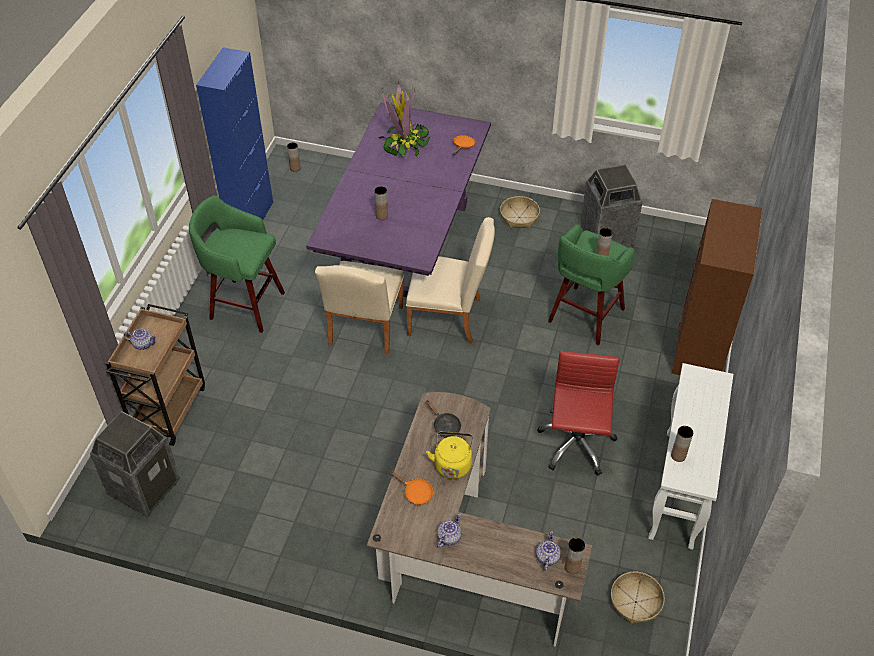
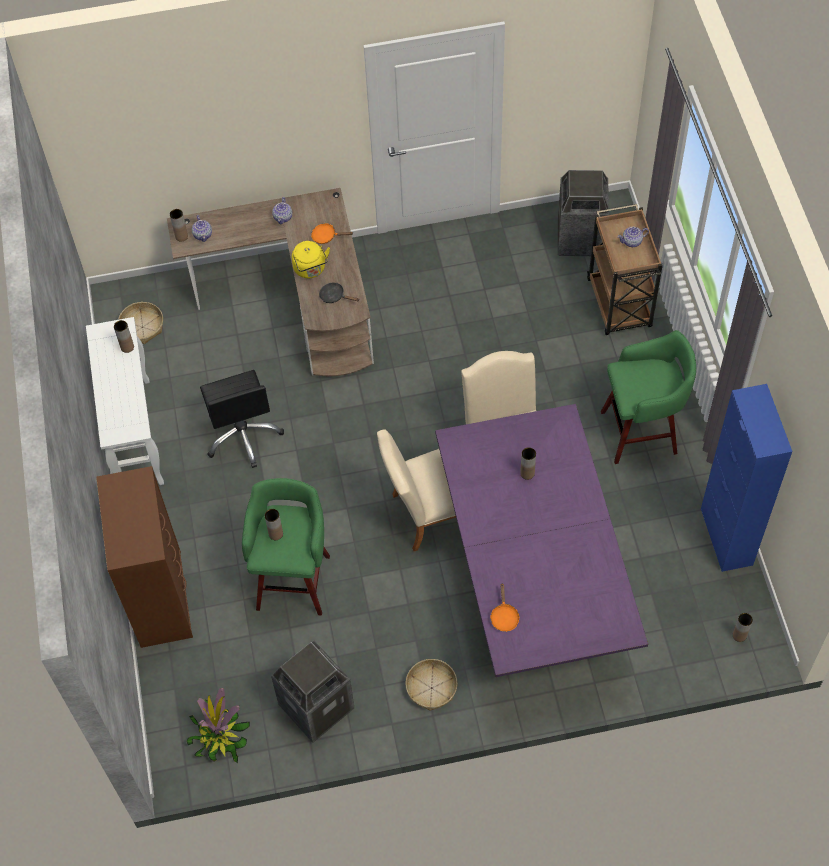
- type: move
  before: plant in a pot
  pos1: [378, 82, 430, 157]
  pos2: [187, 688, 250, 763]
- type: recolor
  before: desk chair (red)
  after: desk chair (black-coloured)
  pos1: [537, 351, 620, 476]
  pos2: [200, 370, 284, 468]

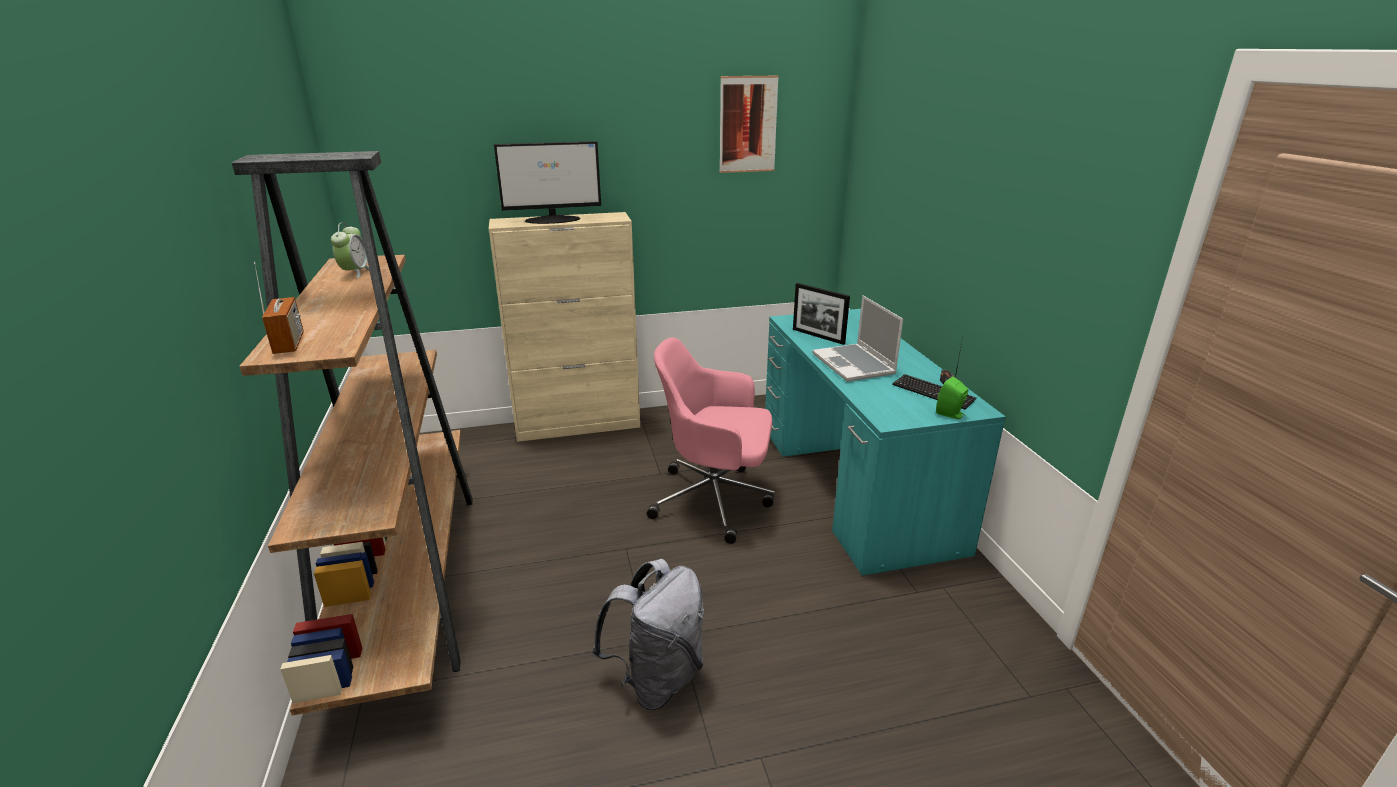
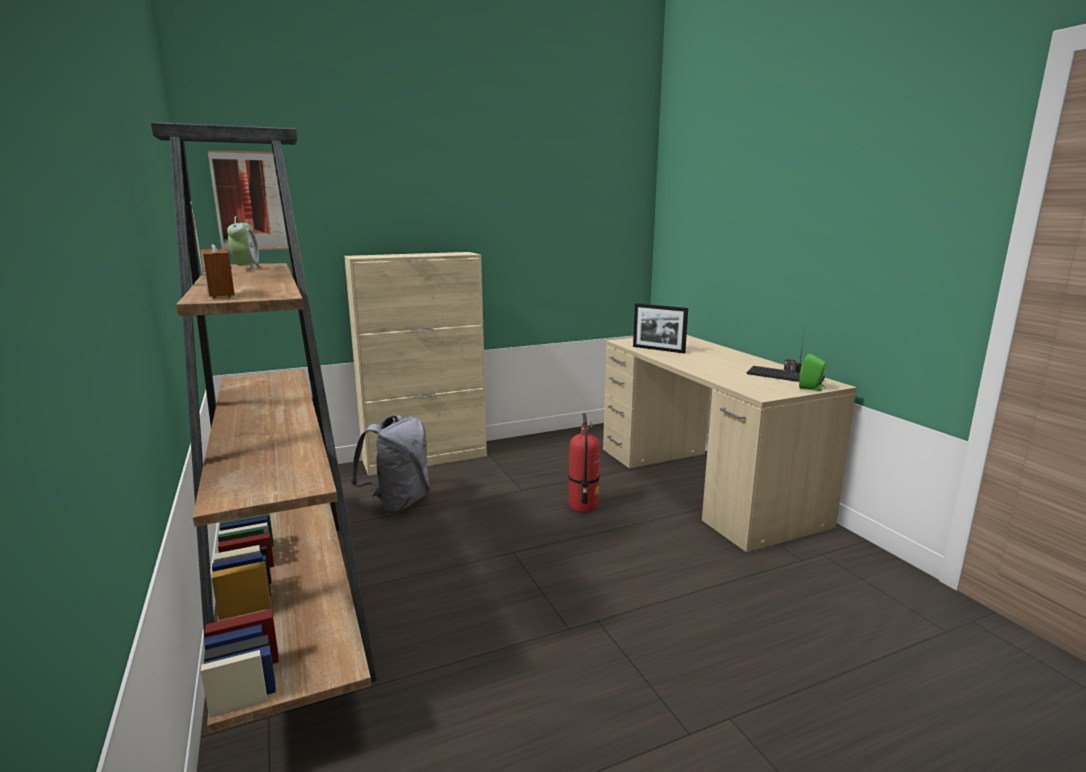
- type: delete
  before: computer display
  pos1: [494, 141, 601, 224]
- type: delete
  before: portable computer
  pos1: [812, 295, 903, 382]
- type: move
  before: rucksack (grey)
  pos1: [592, 559, 704, 710]
  pos2: [351, 415, 430, 514]
- type: move
  before: picture
  pos1: [719, 76, 779, 173]
  pos2: [207, 150, 288, 251]
- type: replace
  before: desk chair (pinkish)
  after: fire-fighting cylinder
  pos1: [647, 337, 775, 544]
  pos2: [568, 413, 600, 513]
- type: recolor
  before: desk table (turquoise)
  after: desk table (beige-coloured)
  pos1: [765, 309, 1006, 576]
  pos2: [603, 335, 857, 552]

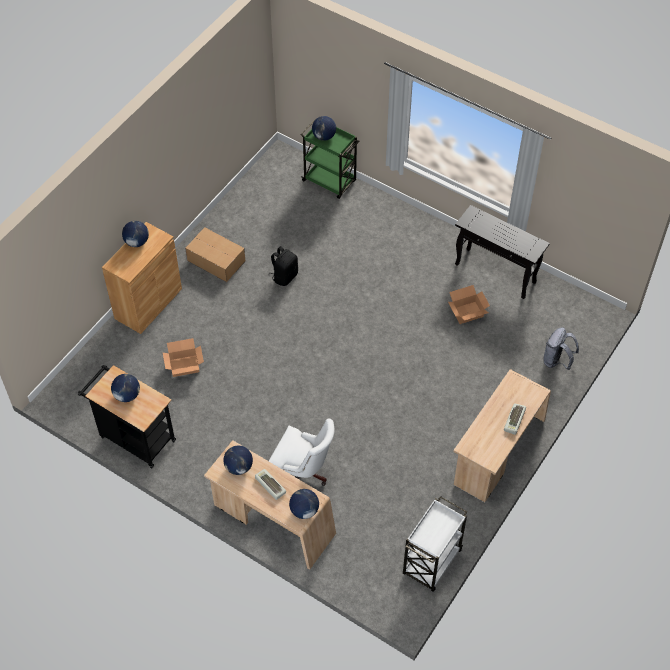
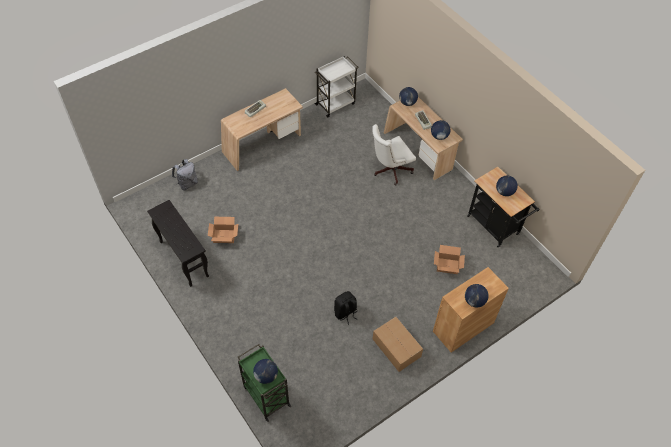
- type: rotate
  before: desk chair (whitish)
  pos1: [269, 418, 334, 486]
  pos2: [372, 124, 416, 185]
  turn: -75

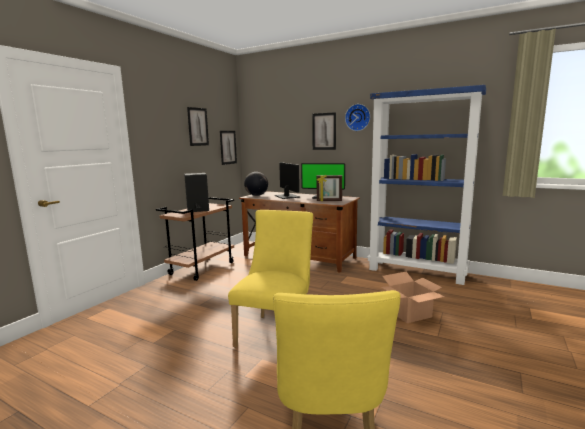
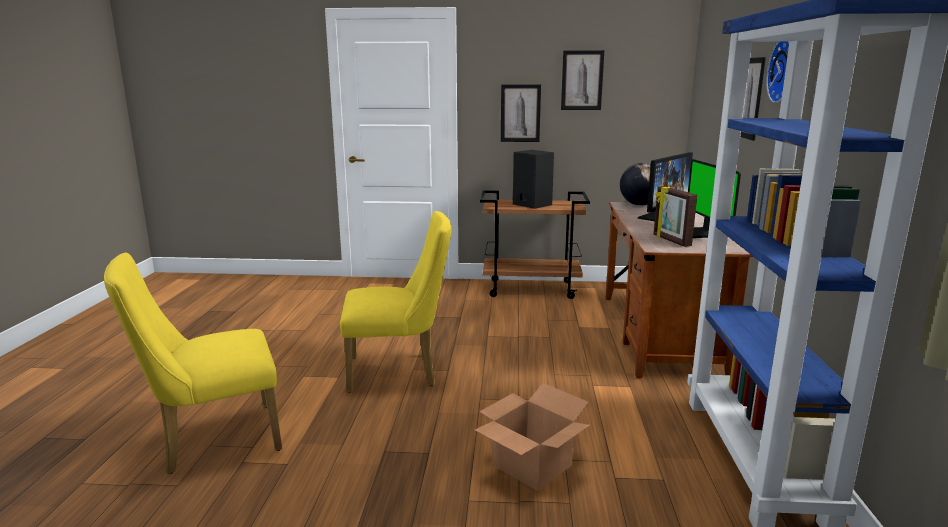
- type: move
  before: picture
  pos1: [220, 131, 237, 165]
  pos2: [501, 84, 541, 142]

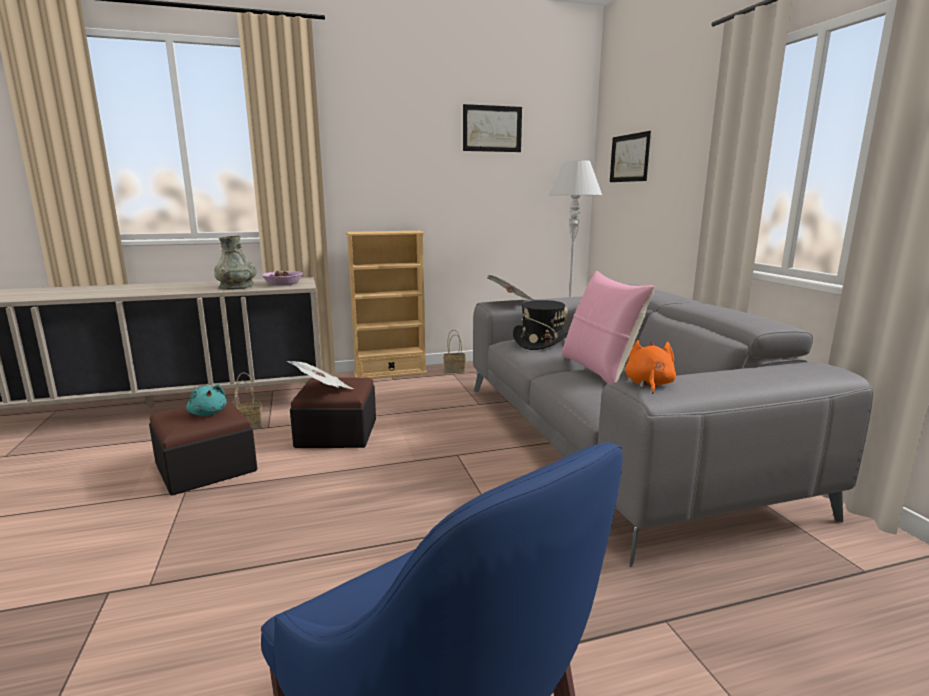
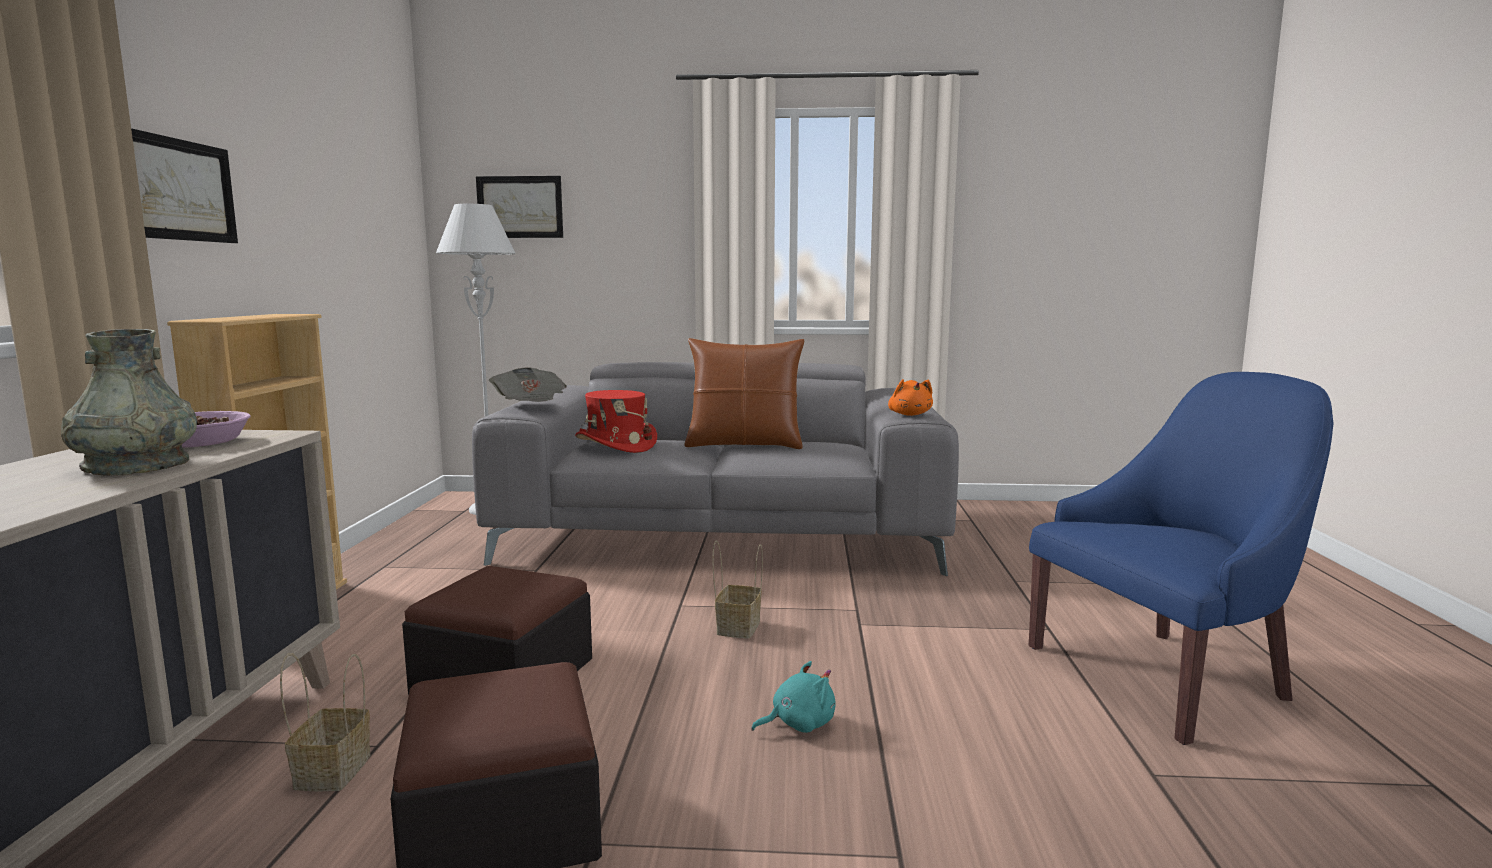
- type: delete
  before: newspaper
  pos1: [287, 361, 354, 389]
- type: move
  before: plush toy (turquoise)
  pos1: [187, 385, 226, 416]
  pos2: [751, 661, 836, 733]
- type: move
  before: household basket
  pos1: [443, 330, 466, 373]
  pos2: [712, 541, 763, 639]
- type: move
  before: picture
  pos1: [463, 104, 522, 152]
  pos2: [131, 128, 238, 243]
- type: recolor
  before: wearable hat (black-coloured)
  after: wearable hat (red)
  pos1: [513, 300, 568, 350]
  pos2: [575, 390, 657, 453]
- type: recolor
  before: cushion (pinkish)
  after: cushion (brownish)
  pos1: [562, 271, 654, 384]
  pos2: [684, 338, 804, 449]
- type: rotate
  before: plush toy (orangey)
  pos1: [625, 340, 676, 394]
  pos2: [888, 379, 933, 416]
  turn: -135

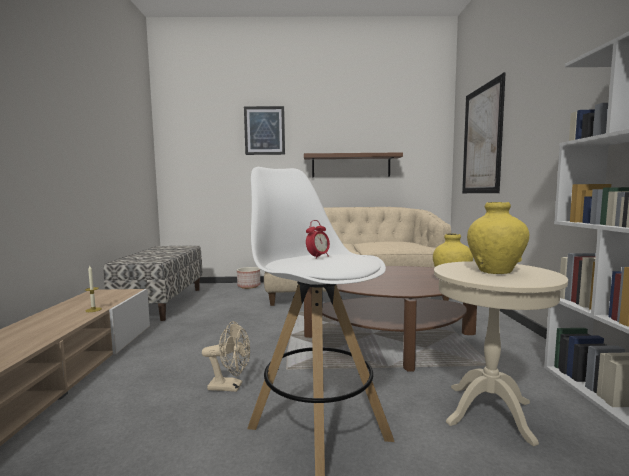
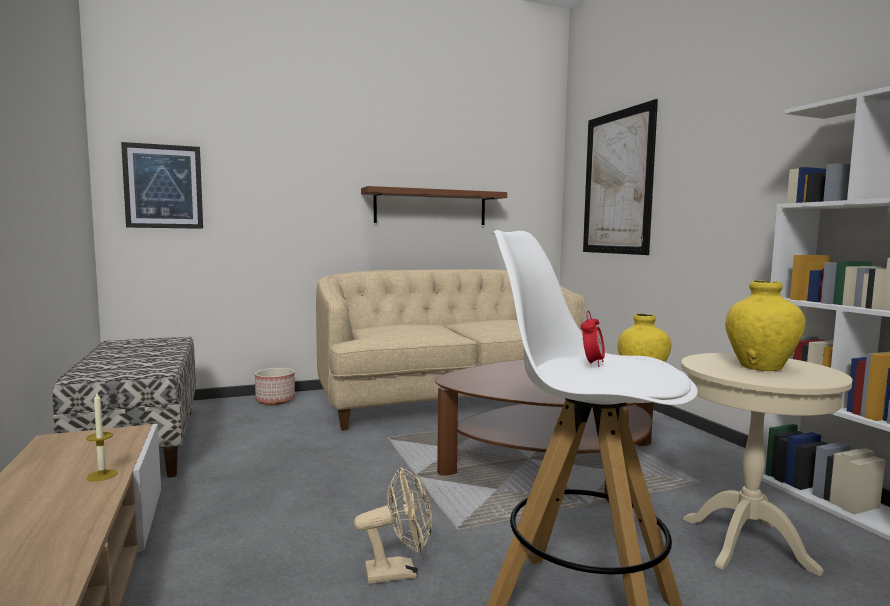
- type: move
  before: picture
  pos1: [244, 106, 285, 155]
  pos2: [121, 142, 203, 229]

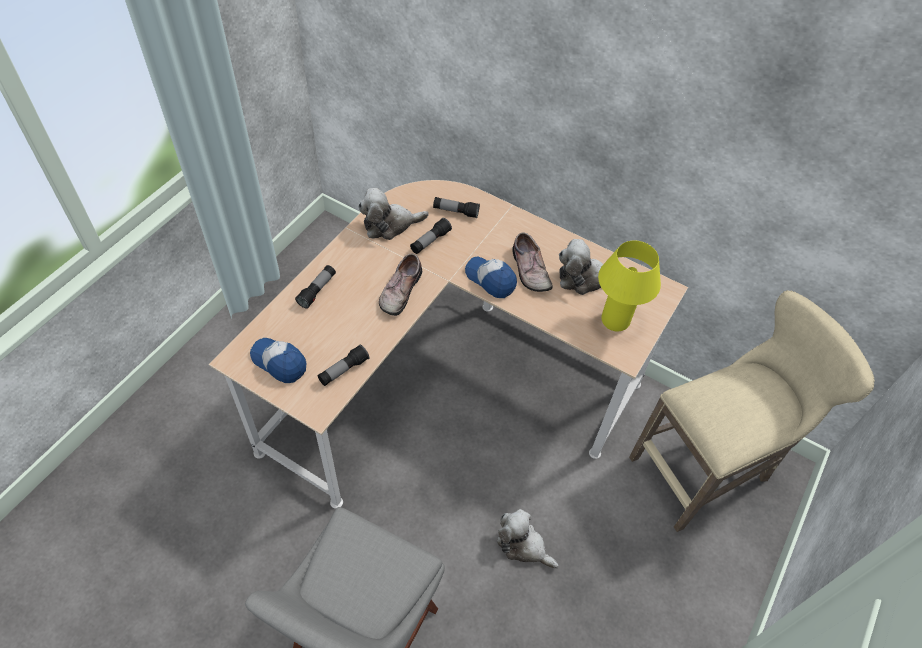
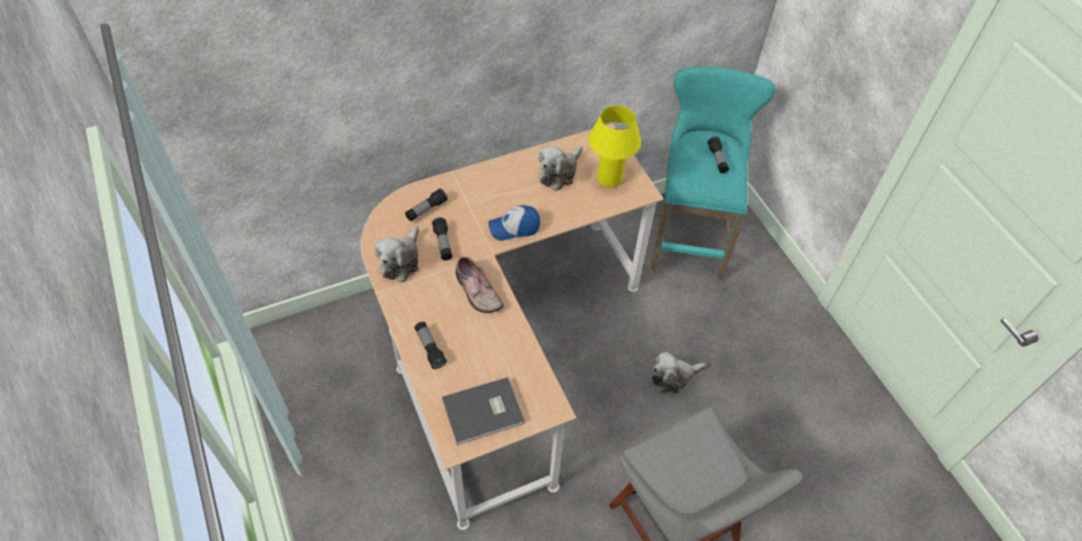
- type: delete
  before: low shoe
  pos1: [512, 233, 553, 292]
- type: move
  before: hand torch
  pos1: [318, 344, 369, 386]
  pos2: [707, 136, 729, 173]
- type: replace
  before: baseball cap
  after: volume (grey)
  pos1: [250, 338, 307, 383]
  pos2: [442, 377, 525, 445]
- type: recolor
  before: stool (beige-coloured)
  after: stool (turquoise)
  pos1: [629, 290, 875, 532]
  pos2: [650, 67, 775, 280]

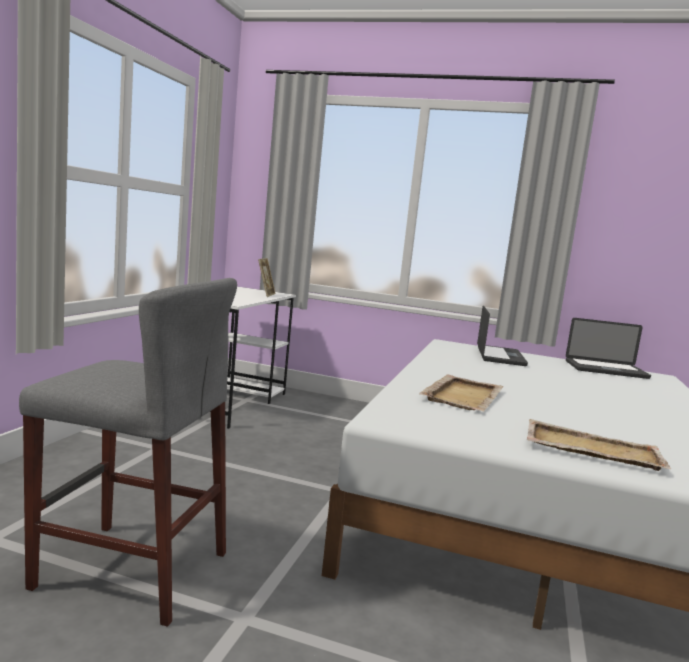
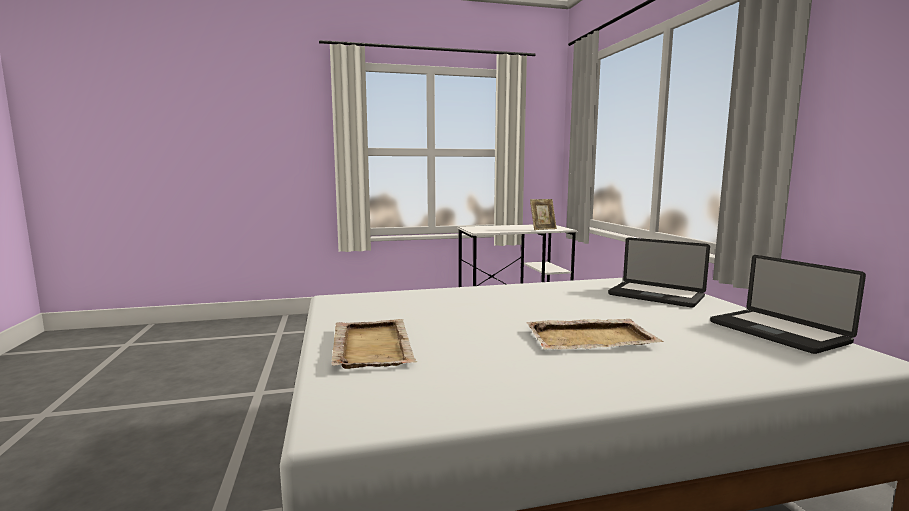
- type: delete
  before: stool (grey)
  pos1: [19, 278, 237, 627]
- type: move
  before: serving tray (beige-coloured)
  pos1: [419, 374, 504, 411]
  pos2: [526, 319, 663, 350]
- type: rotate
  before: portable computer
  pos1: [477, 306, 528, 366]
  pos2: [608, 237, 710, 308]
  turn: 60

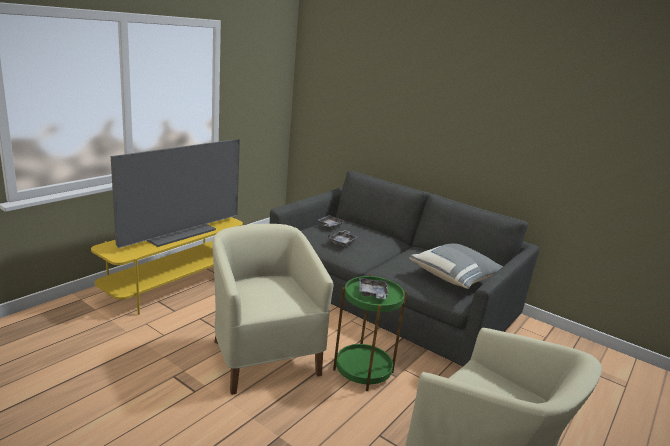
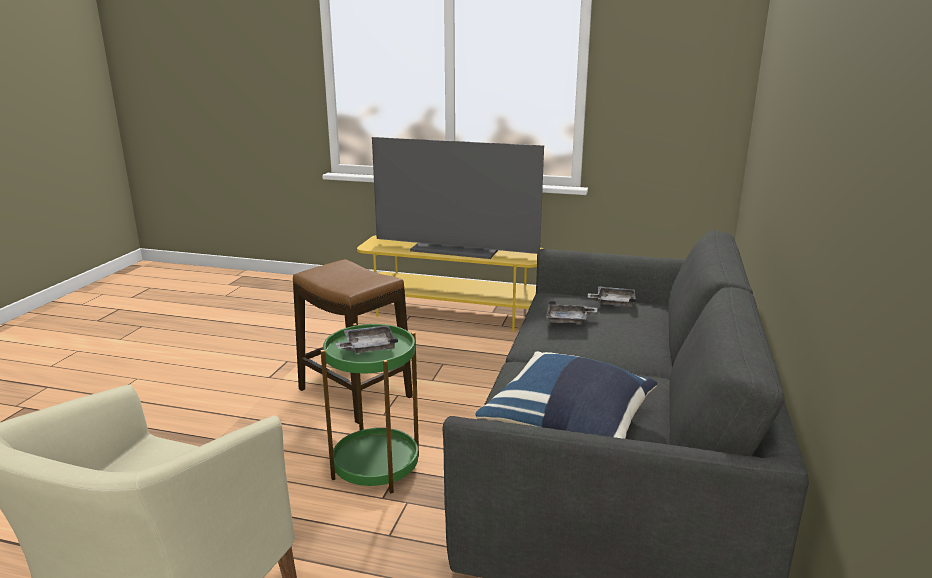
- type: replace
  before: easy chair (beige-coloured)
  after: stool
  pos1: [212, 224, 333, 395]
  pos2: [293, 259, 413, 424]
- type: recolor
  before: cushion (grey)
  after: cushion (bluish)
  pos1: [409, 243, 503, 289]
  pos2: [475, 351, 657, 439]

